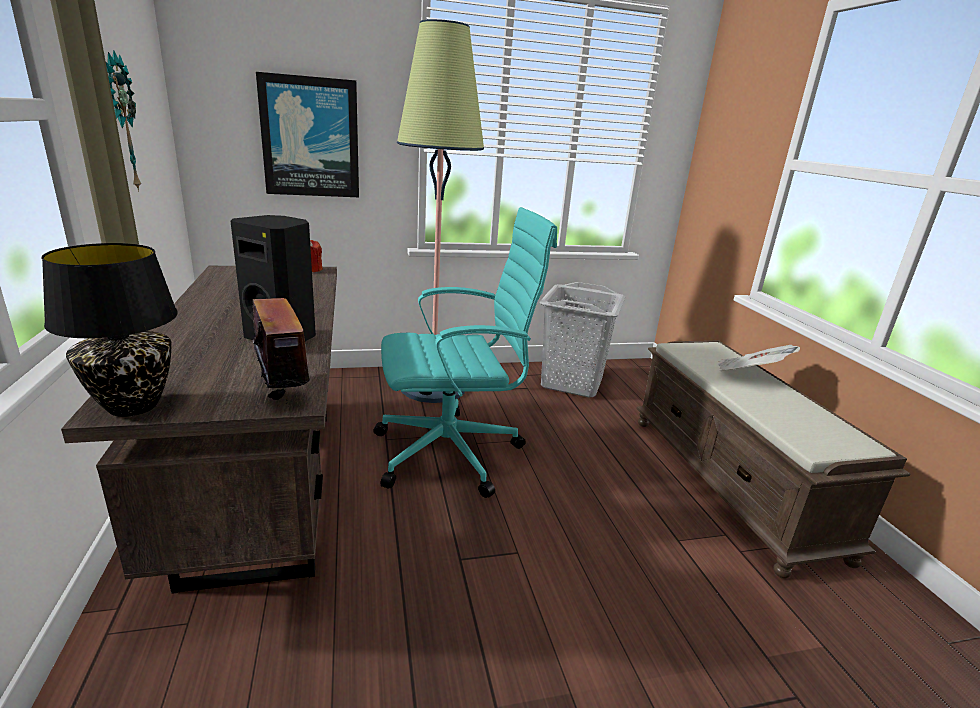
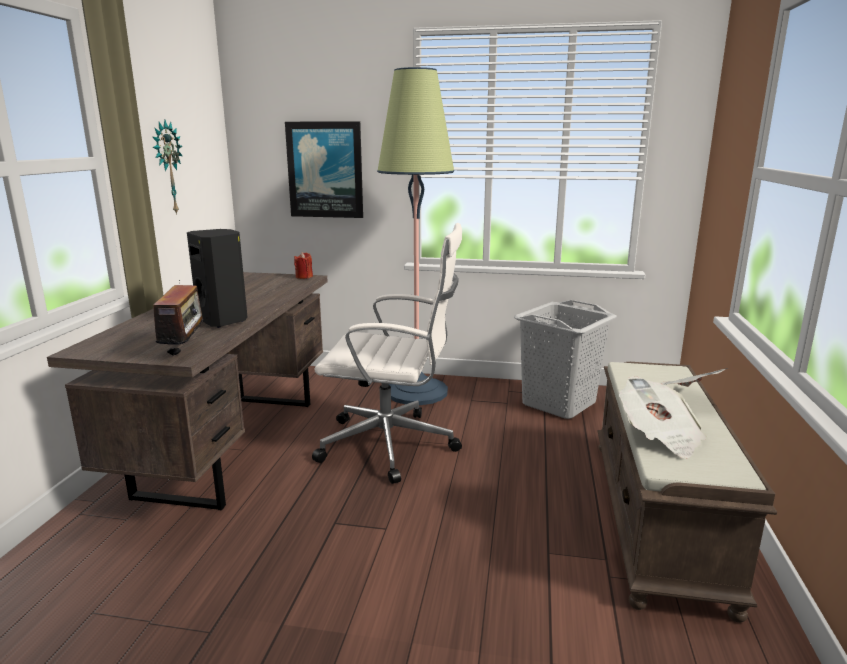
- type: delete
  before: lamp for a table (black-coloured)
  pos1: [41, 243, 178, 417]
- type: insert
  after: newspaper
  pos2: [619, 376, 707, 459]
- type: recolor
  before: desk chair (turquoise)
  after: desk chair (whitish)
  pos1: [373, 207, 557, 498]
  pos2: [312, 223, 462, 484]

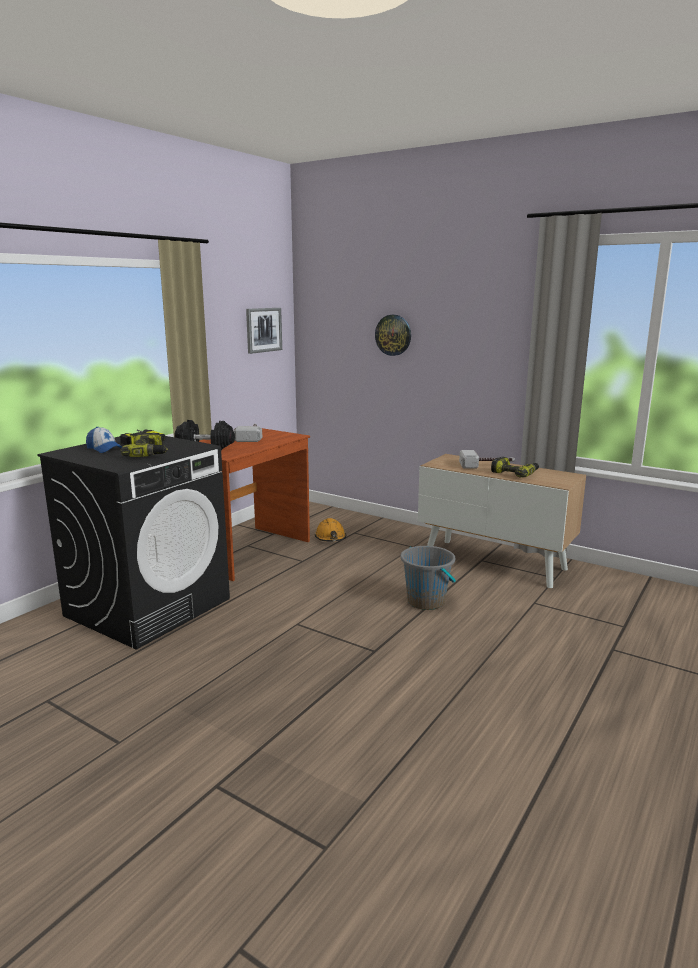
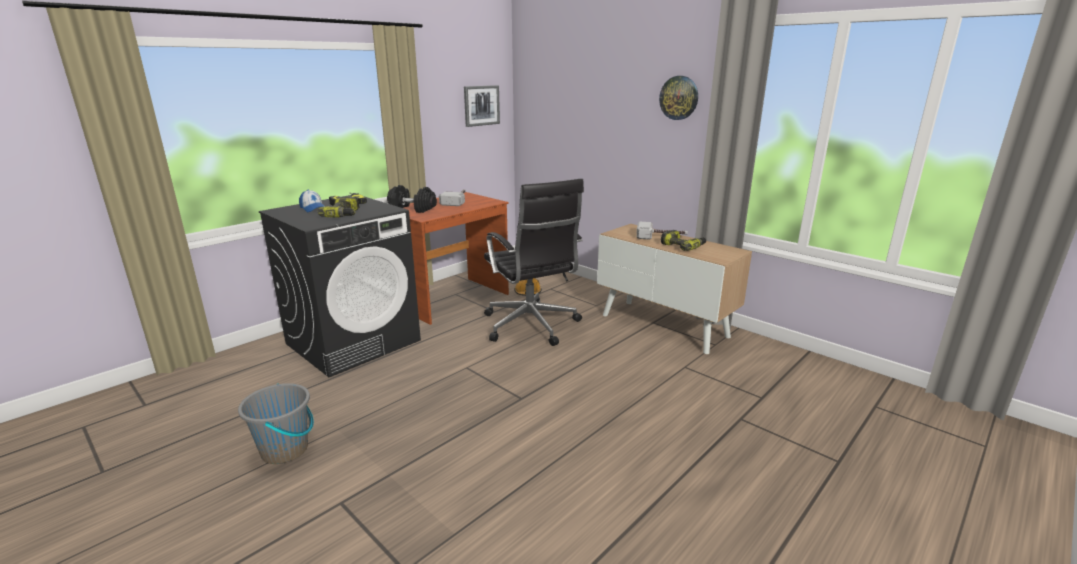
- type: insert
  after: desk chair (black-coloured)
  pos2: [484, 179, 584, 346]
- type: move
  before: hanging clock
  pos1: [375, 315, 411, 356]
  pos2: [659, 76, 698, 120]
- type: move
  before: water bucket (grey)
  pos1: [400, 546, 456, 610]
  pos2: [238, 383, 314, 464]

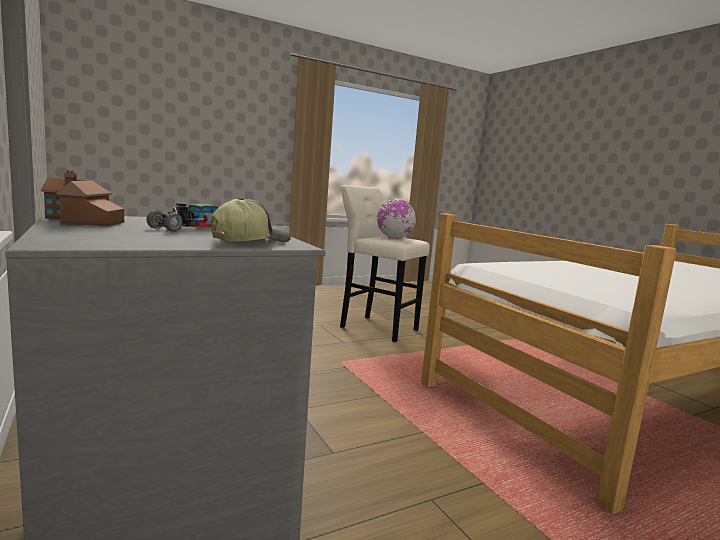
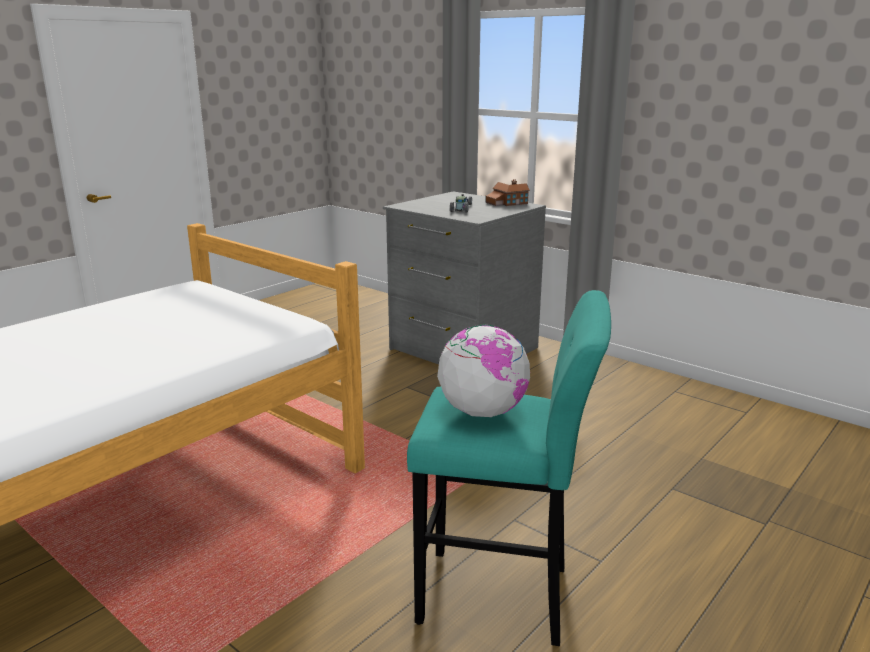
- type: delete
  before: baseball cap
  pos1: [211, 198, 291, 242]
- type: recolor
  before: stool (beige-coloured)
  after: stool (turquoise)
  pos1: [340, 185, 430, 342]
  pos2: [407, 290, 611, 646]

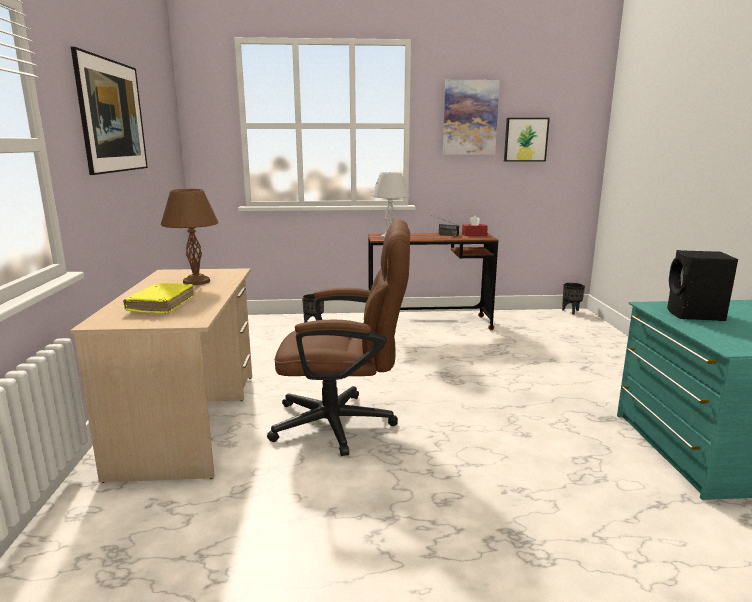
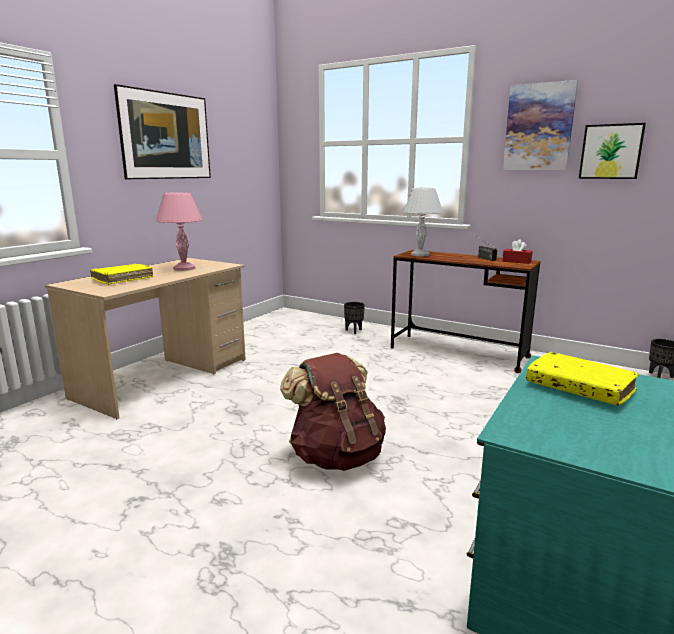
- type: delete
  before: desk chair (brownish)
  pos1: [267, 219, 410, 456]
- type: insert
  after: rucksack (brownish)
  pos2: [280, 353, 386, 471]
- type: replace
  before: audio speaker (black-coloured)
  after: volume (yellow-coloured)
  pos1: [667, 250, 738, 321]
  pos2: [526, 352, 639, 405]
- type: recolor
  before: lamp for a table (brownish)
  after: lamp for a table (pinkish)
  pos1: [161, 189, 219, 285]
  pos2: [156, 192, 203, 271]

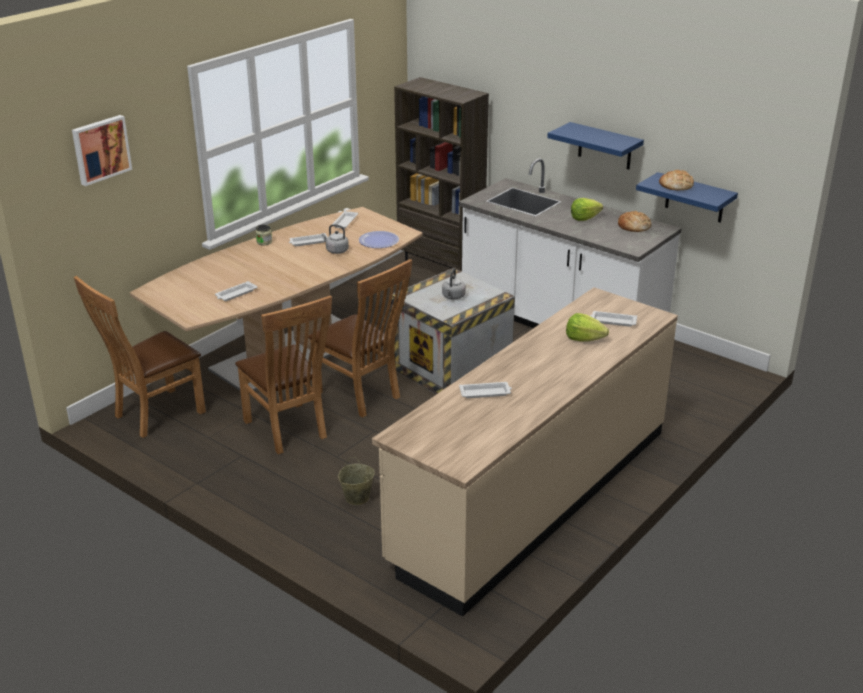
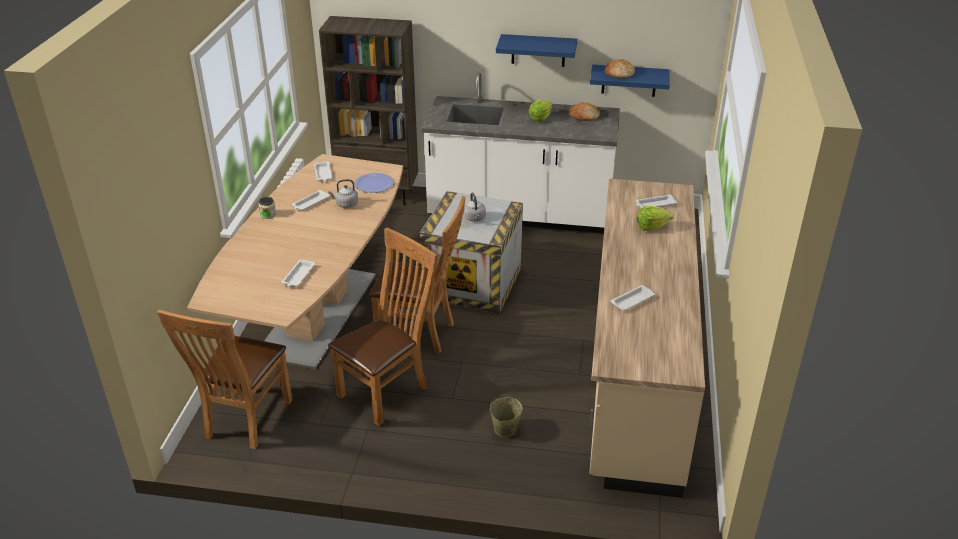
- type: delete
  before: picture
  pos1: [72, 115, 132, 186]
- type: rotate
  before: upright chair (brownish)
  pos1: [235, 295, 332, 454]
  pos2: [328, 228, 438, 426]
  turn: -75

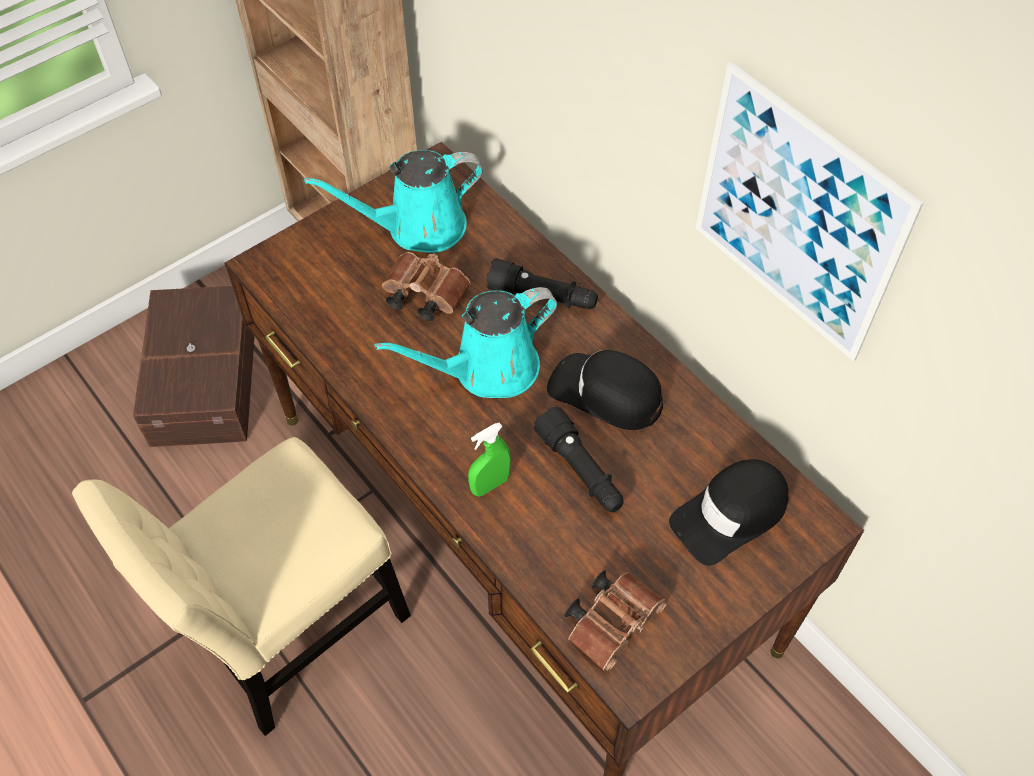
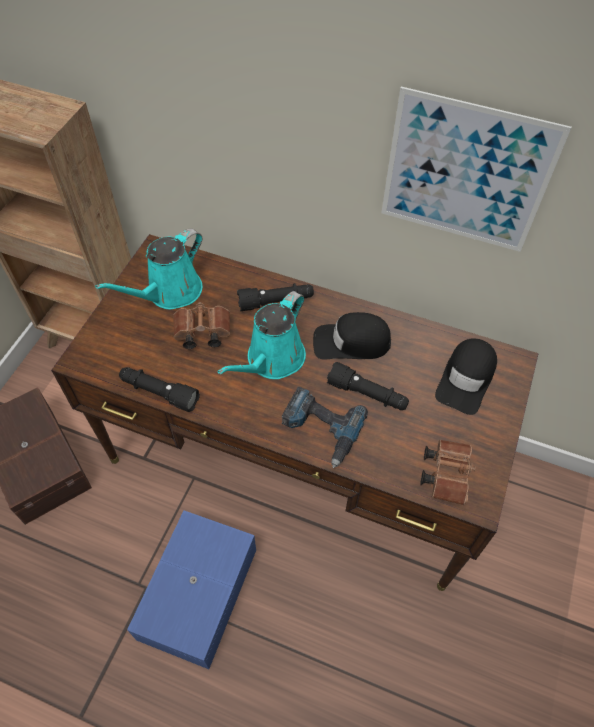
- type: insert
  after: hand torch (black-coloured)
  pos2: [119, 367, 200, 412]
- type: replace
  before: upright chair (beige-coloured)
  after: storage box (bluish)
  pos1: [72, 437, 411, 736]
  pos2: [127, 510, 256, 669]
- type: replace
  before: spray bottle (green)
  after: electric drill
  pos1: [468, 423, 511, 496]
  pos2: [281, 387, 368, 468]

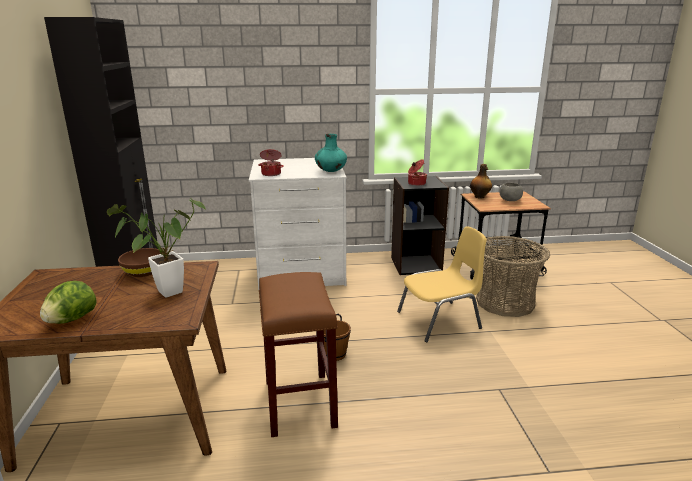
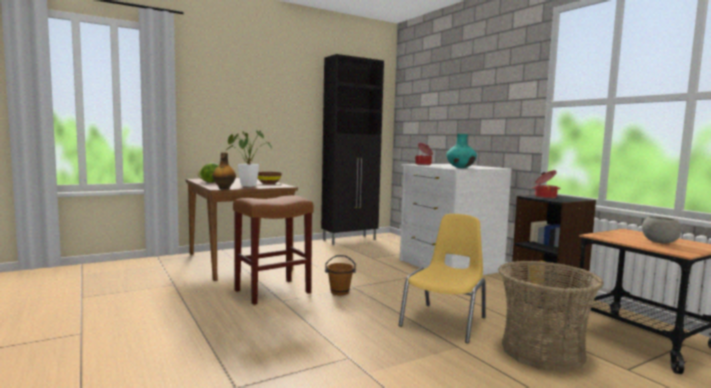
- type: move
  before: beverage bottle
  pos1: [470, 164, 492, 199]
  pos2: [212, 152, 236, 189]
- type: rotate
  before: upright chair (yellow-coloured)
  pos1: [397, 227, 487, 342]
  pos2: [399, 214, 486, 343]
  turn: -105

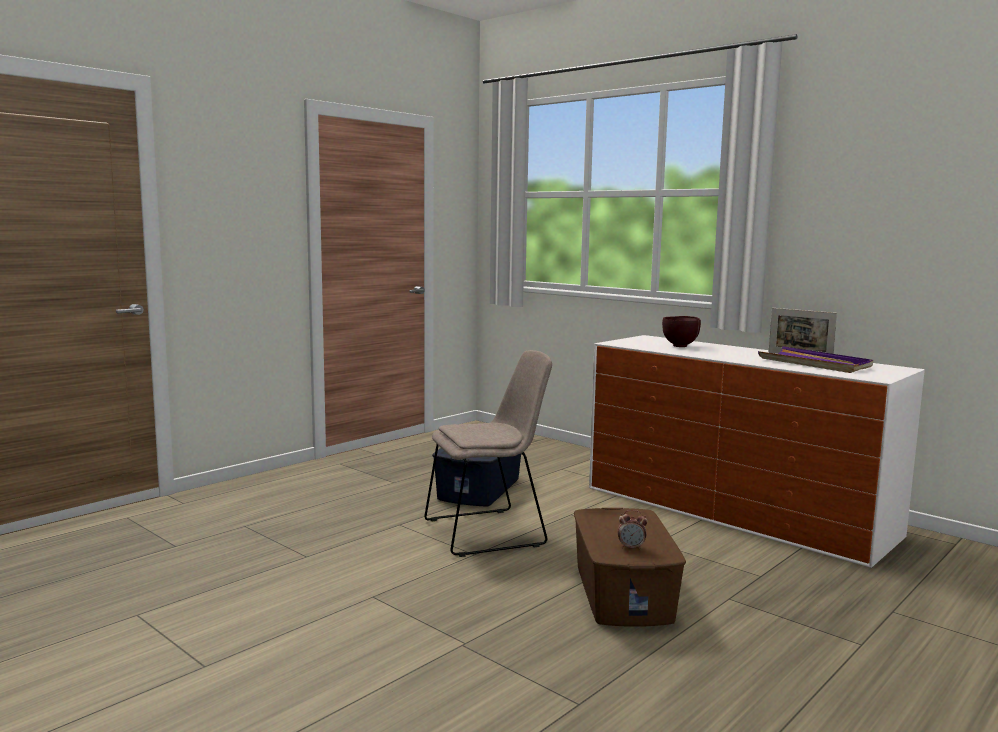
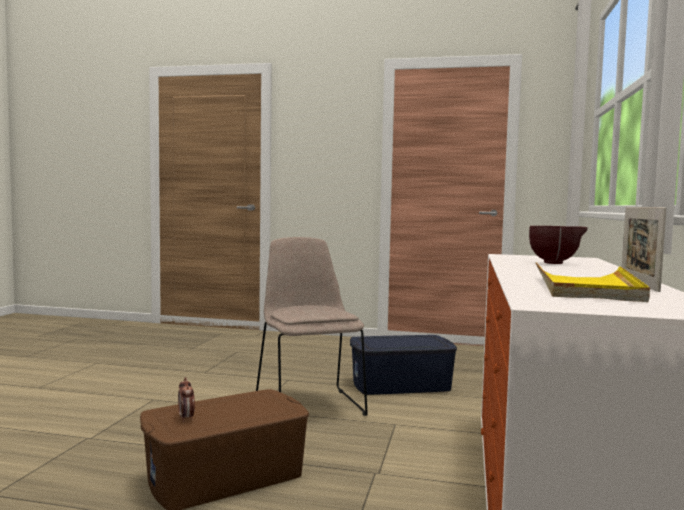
- type: recolor
  before: serving tray (purple-coloured)
  after: serving tray (yellow-coloured)
  pos1: [758, 346, 873, 373]
  pos2: [536, 262, 650, 302]
- type: rotate
  before: upright chair (beige-coloured)
  pos1: [424, 350, 552, 557]
  pos2: [256, 237, 368, 416]
  turn: -150

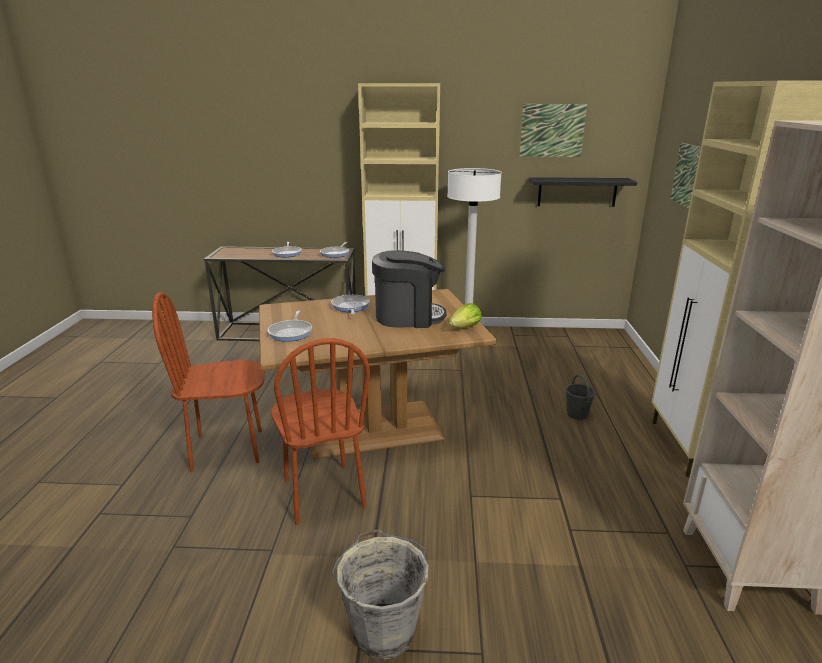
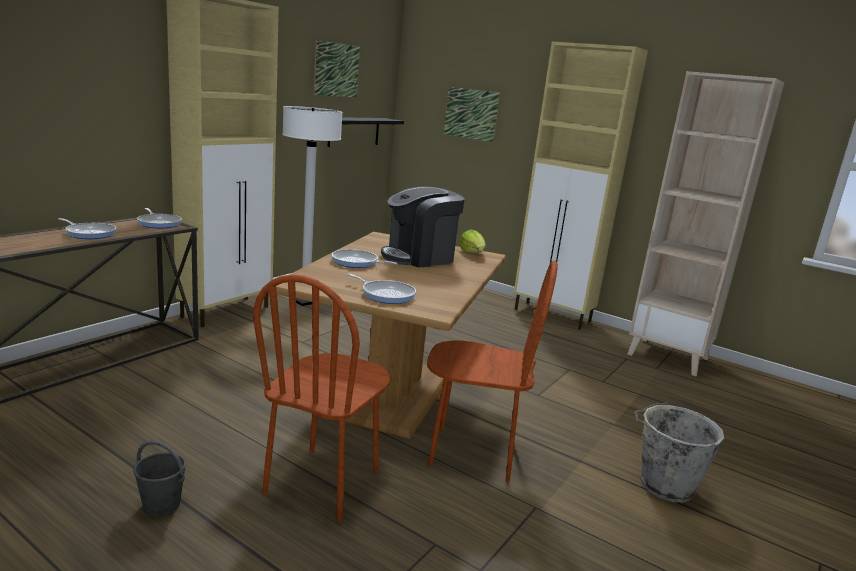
- type: move
  before: water bucket (grey)
  pos1: [566, 374, 595, 420]
  pos2: [133, 441, 186, 516]
- type: rotate
  before: coffee machine
  pos1: [372, 250, 447, 328]
  pos2: [381, 187, 465, 267]
  turn: -150

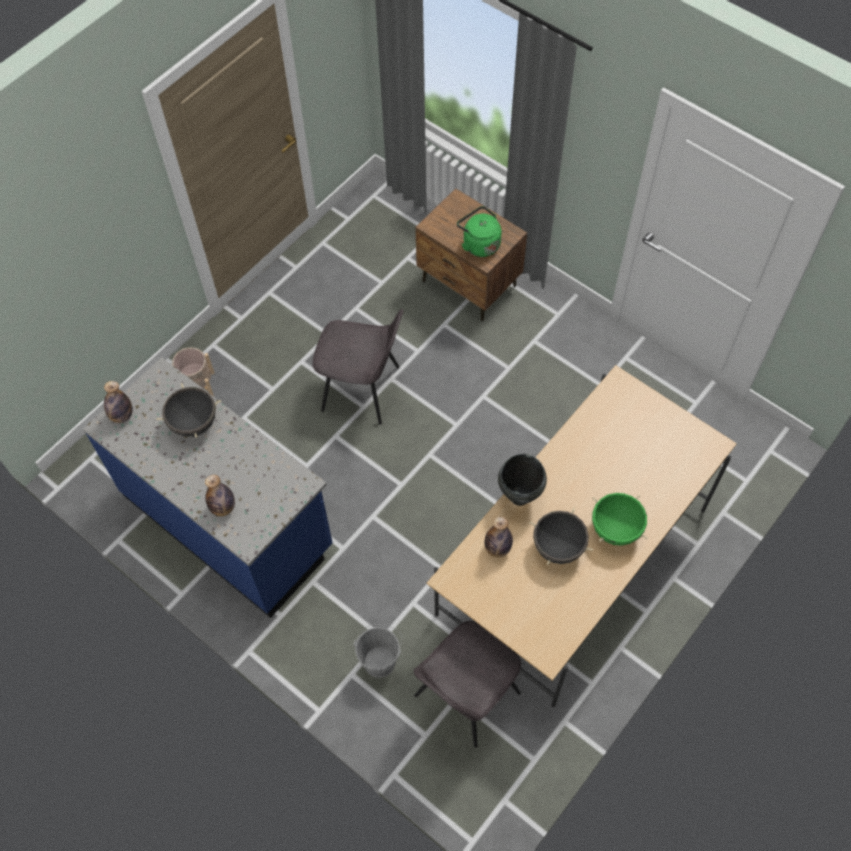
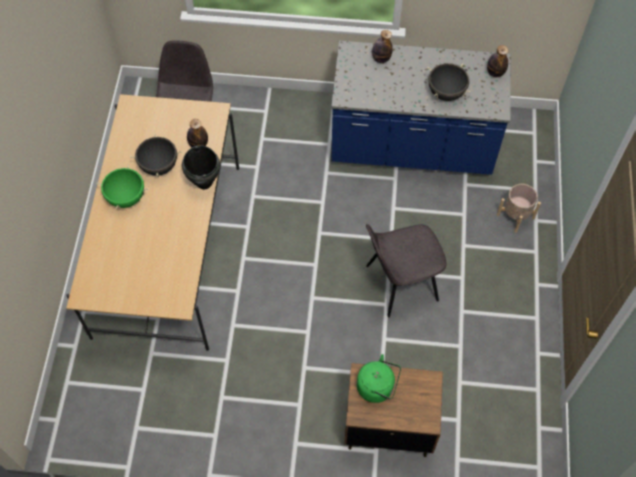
- type: delete
  before: water bucket (grey)
  pos1: [354, 624, 402, 678]

